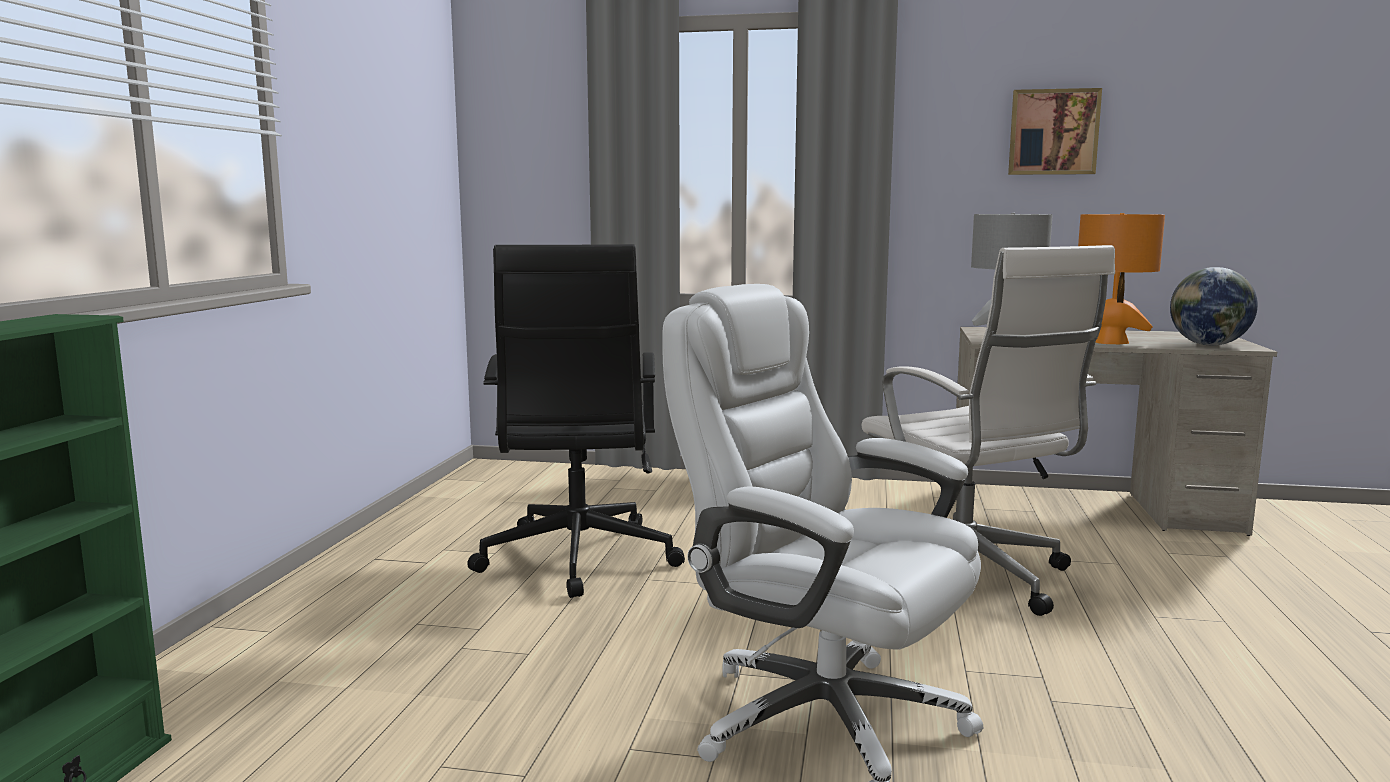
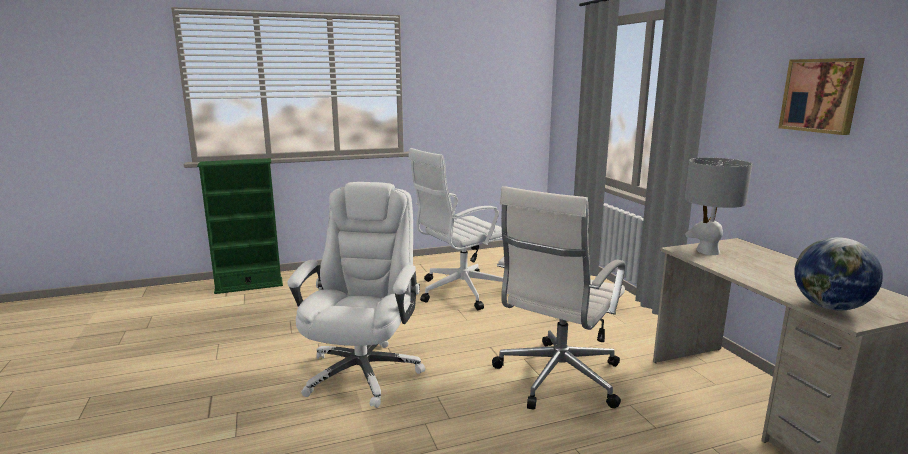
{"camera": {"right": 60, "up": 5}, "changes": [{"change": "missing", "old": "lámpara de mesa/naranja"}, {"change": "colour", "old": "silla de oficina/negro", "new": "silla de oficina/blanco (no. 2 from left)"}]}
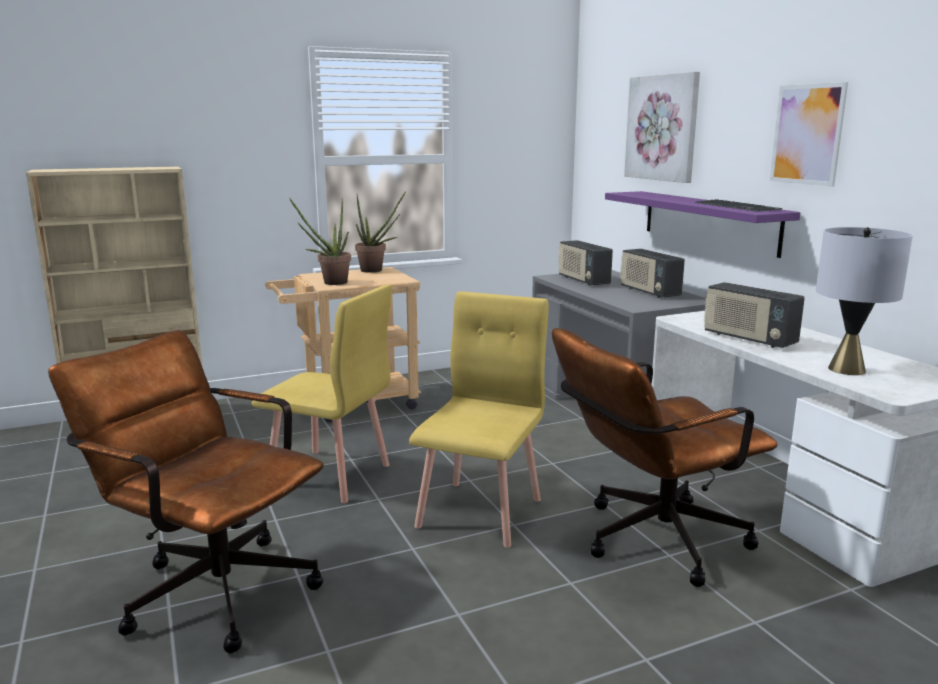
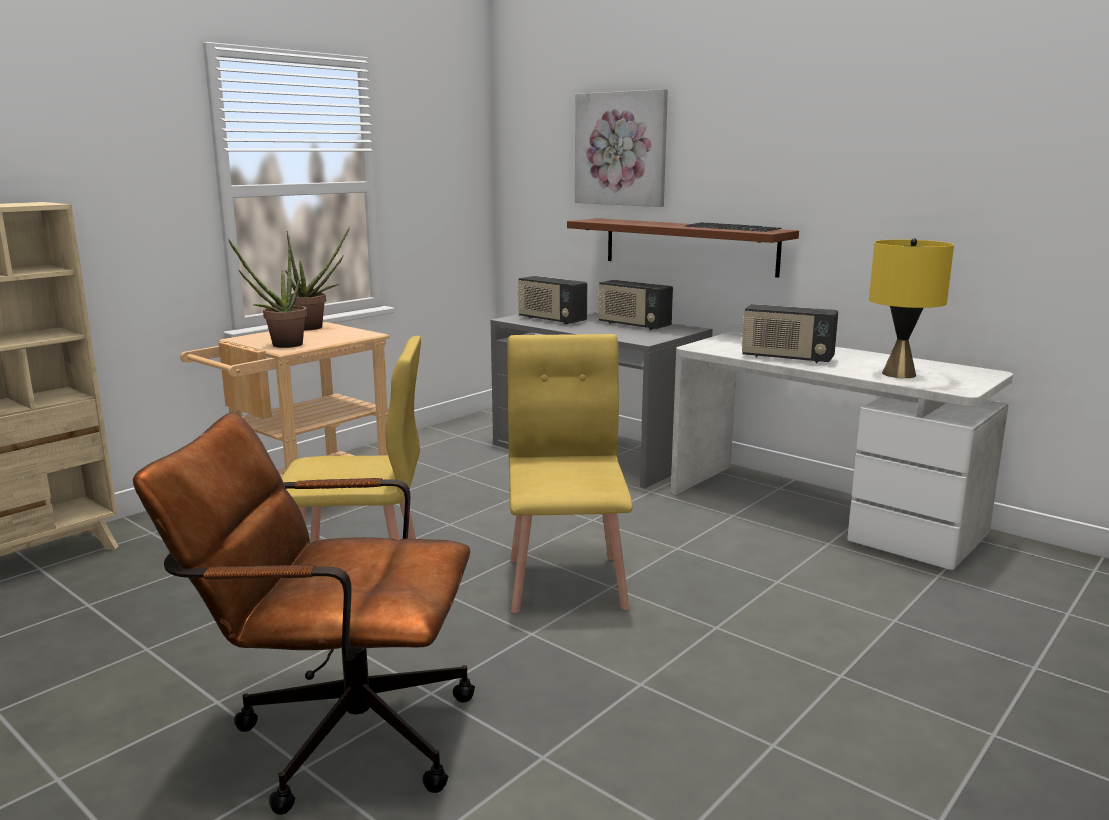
{"camera": {"right": -25, "up": 0}, "changes": [{"change": "missing", "old": "cuadro (no. 2 from left)"}, {"change": "colour", "old": "estante/morado", "new": "estante/marrón"}, {"change": "colour", "old": "lámpara de mesa/gris", "new": "lámpara de mesa/amarillo"}, {"change": "missing", "old": "silla de oficina/marrón (no. 2 from left)"}]}
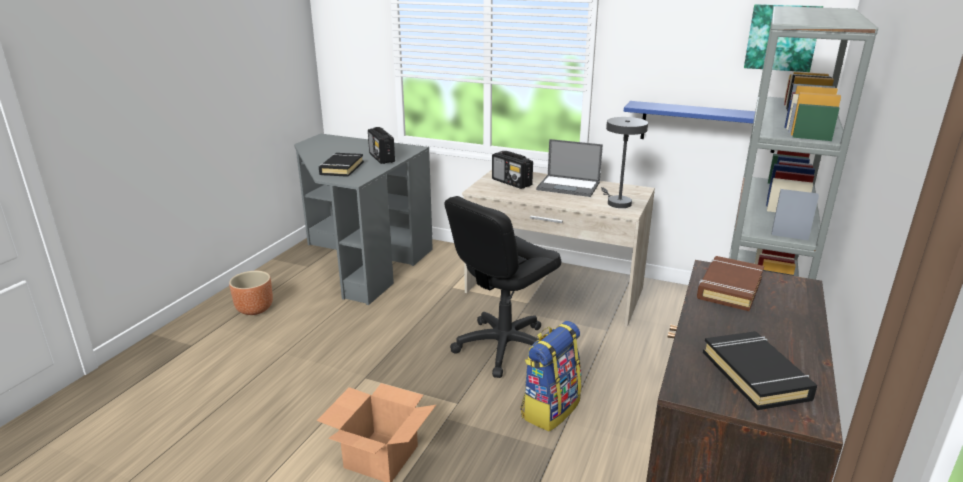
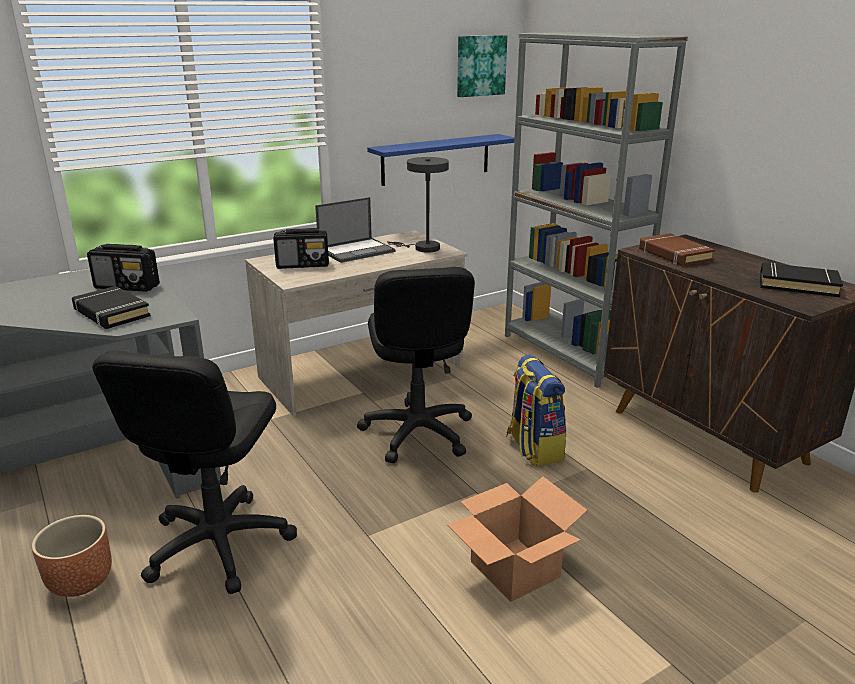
{"camera": {"right": -55, "up": 0}, "changes": [{"change": "appeared", "new": "silla de oficina/negro (no. 1 from left)"}]}
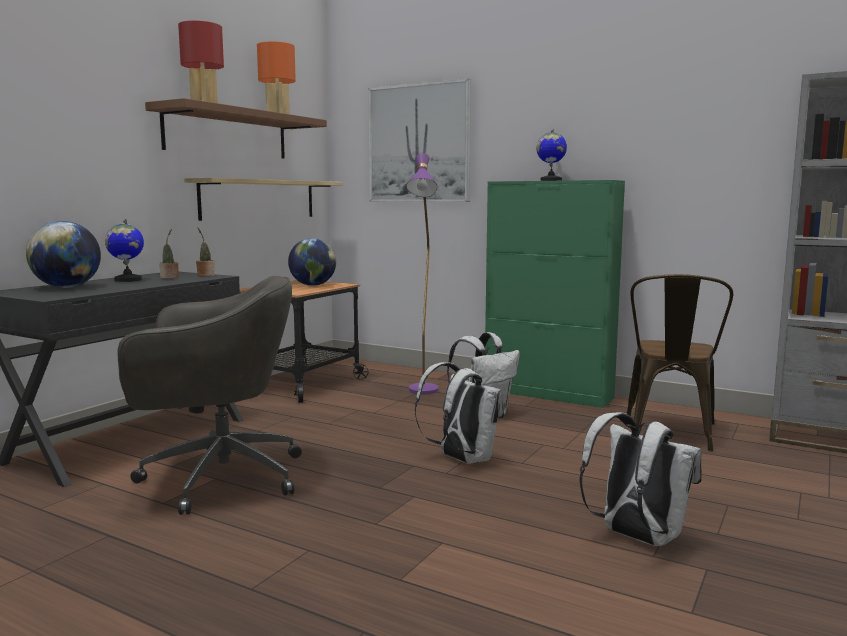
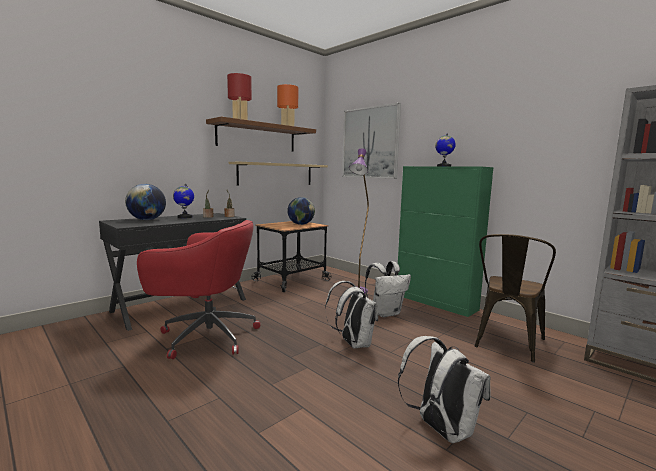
{"camera": {"right": 15, "up": 0}, "changes": [{"change": "colour", "old": "silla de oficina/gris", "new": "silla de oficina/rojo"}]}
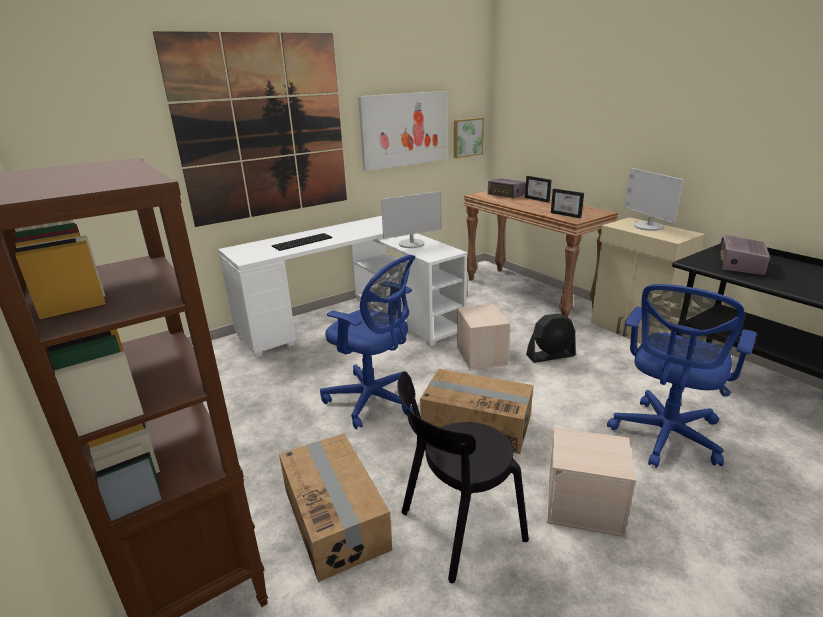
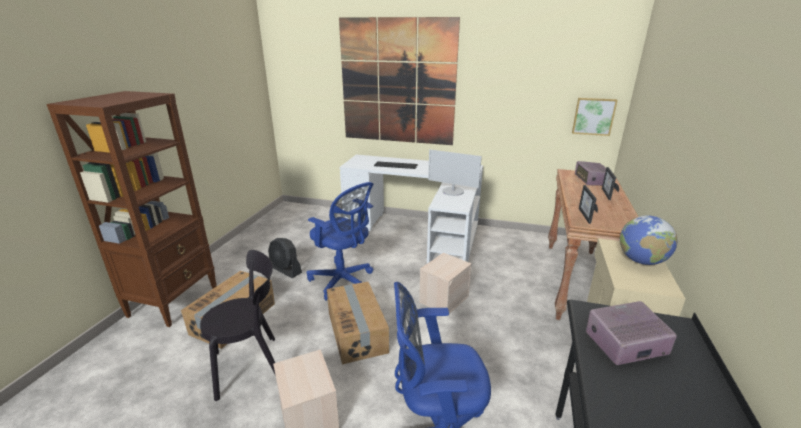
{"camera": {"right": 50, "up": 0}, "changes": [{"change": "missing", "old": "cuadro (no. 2 from left)"}, {"change": "exchanged", "old": "monitor (no. 2 from left)", "new": "globo terráqueo"}, {"change": "spun", "old": "silla de oficina/azul (no. 1 from left)", "degrees": -45}, {"change": "relocated", "old": "ventilador/negro"}, {"change": "spun", "old": "silla/negro", "degrees": 135}]}
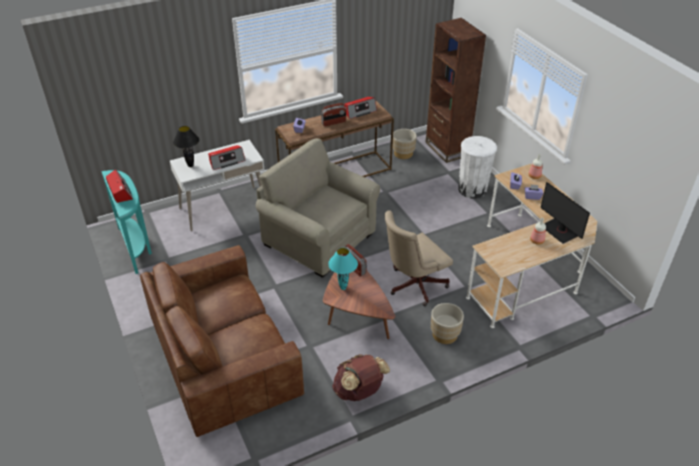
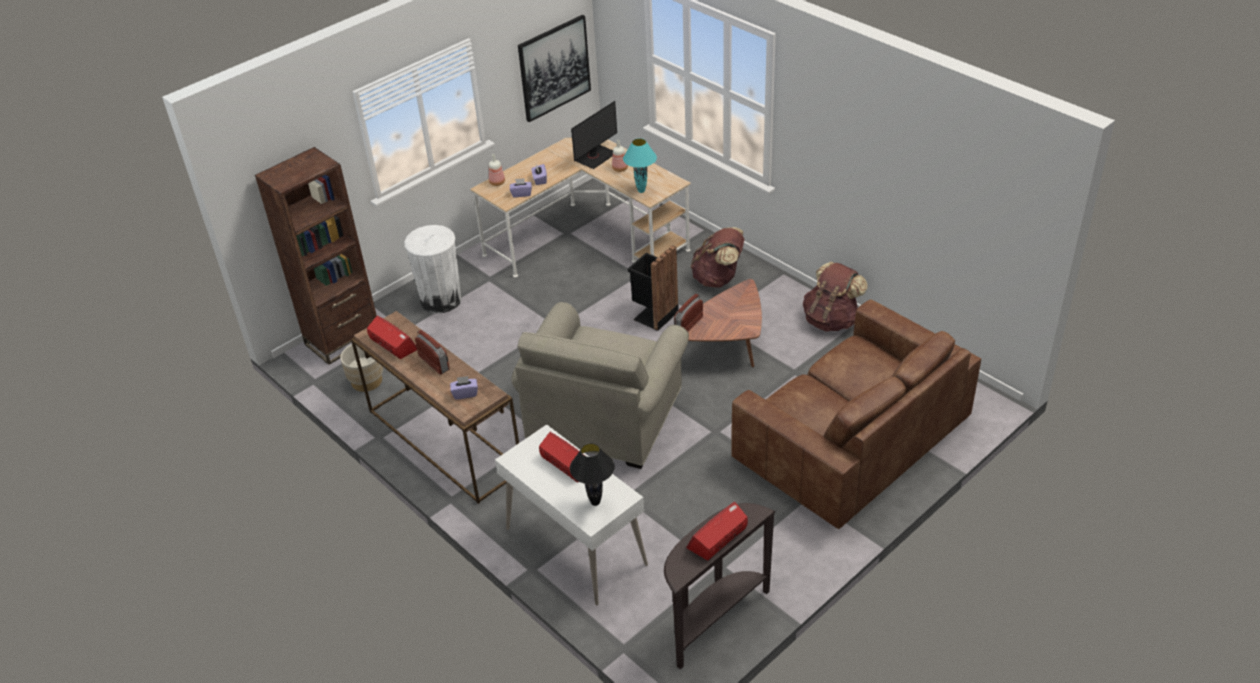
{"camera": {"right": -105, "up": 0}, "changes": [{"change": "colour", "old": "mesa consola/turquesa", "new": "mesa consola/marrón (no. 2 from left)"}, {"change": "exchanged", "old": "silla de oficina/beis", "new": "papelera/negro"}, {"change": "relocated", "old": "lámpara de mesa/turquesa"}, {"change": "exchanged", "old": "maceta/beis (no. 2 from left)", "new": "mochila/marrón (no. 1 from left)"}, {"change": "appeared", "new": "cuadro"}]}
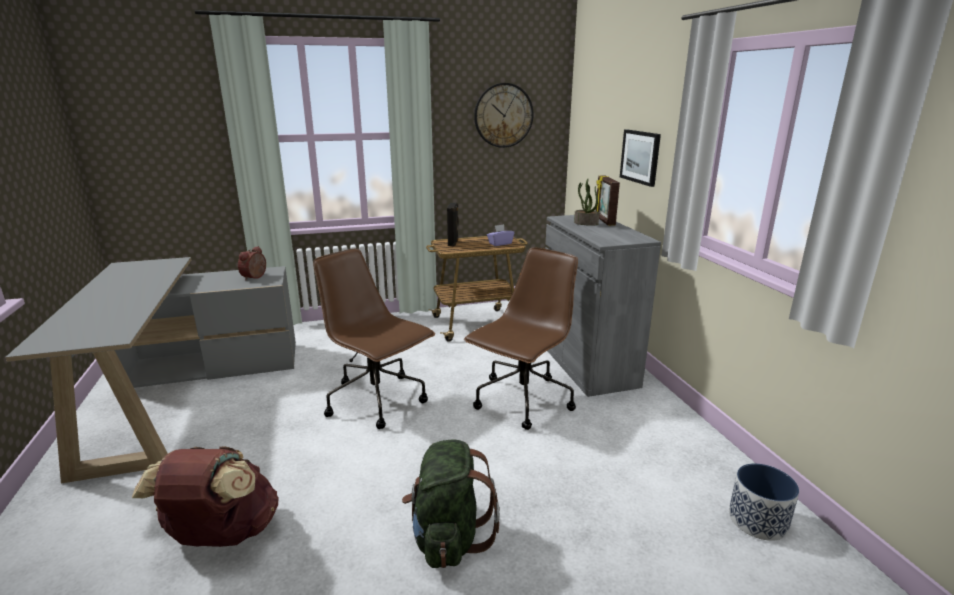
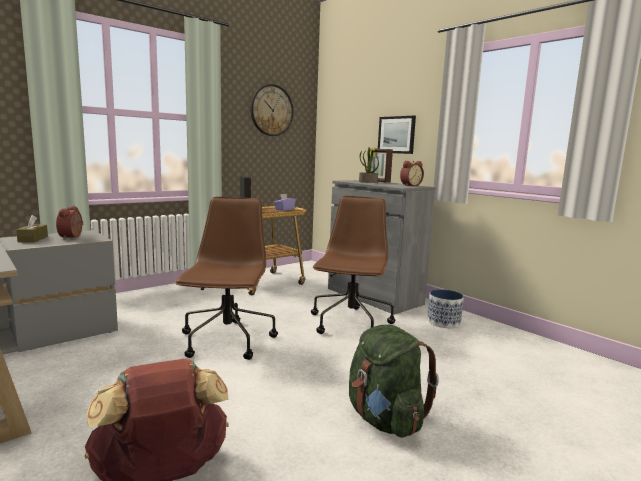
{"camera": {"right": -25, "up": -10}, "changes": [{"change": "spun", "old": "silla de oficina/marrón (no. 1 from left)", "degrees": 75}, {"change": "relocated", "old": "maceta"}, {"change": "appeared", "new": "despertador (no. 2 from left)"}, {"change": "appeared", "new": "caja de pañuelos/marrón"}]}
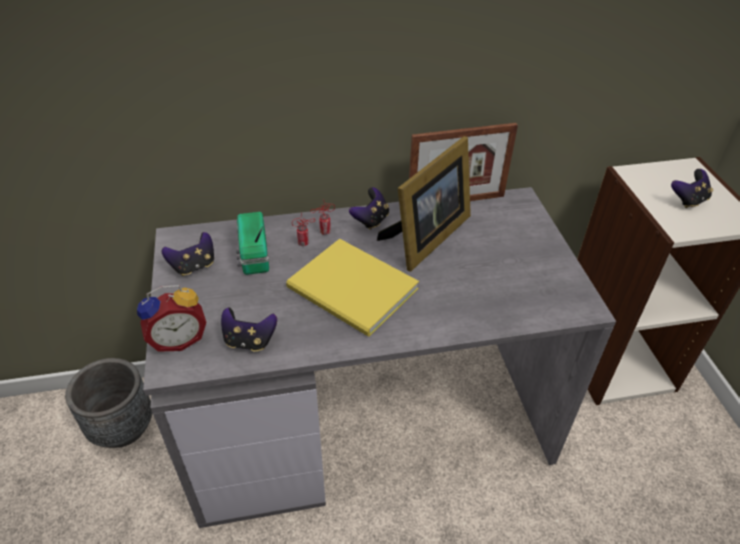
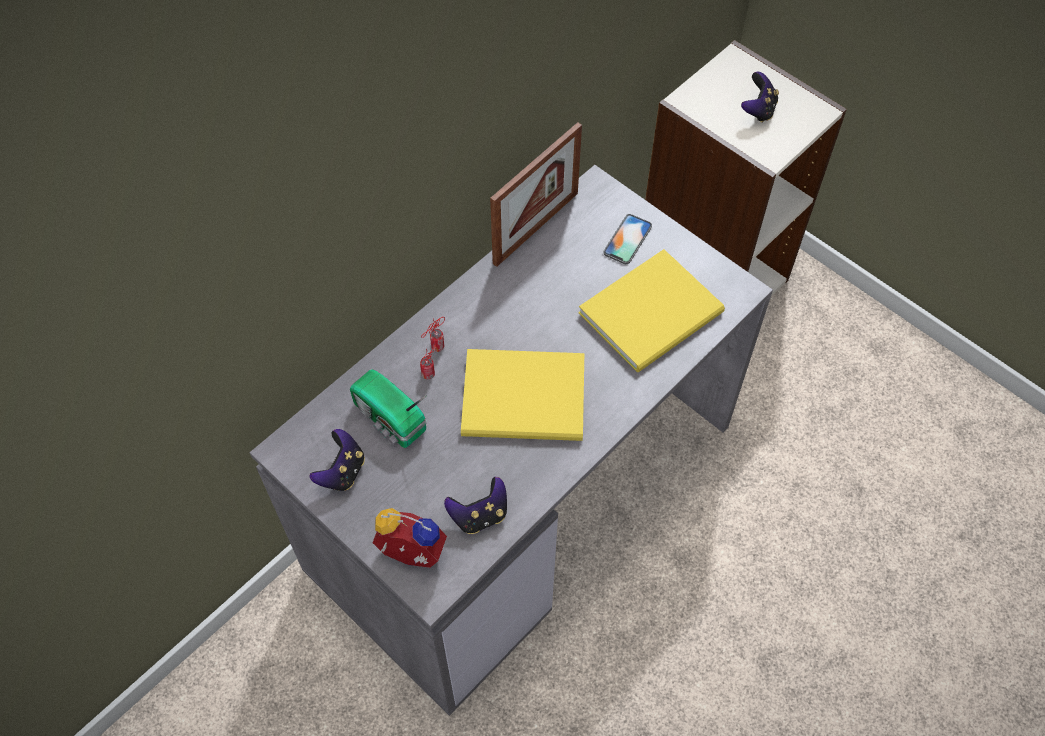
{"camera": {"right": -35, "up": 15}, "changes": [{"change": "missing", "old": "portarretratos (no. 1 from left)"}, {"change": "missing", "old": "mando de consola (no. 3 from left)"}, {"change": "spun", "old": "despertador", "degrees": -105}, {"change": "missing", "old": "maceta/gris"}, {"change": "appeared", "new": "móvil"}, {"change": "appeared", "new": "libro/amarillo (no. 2 from left)"}]}
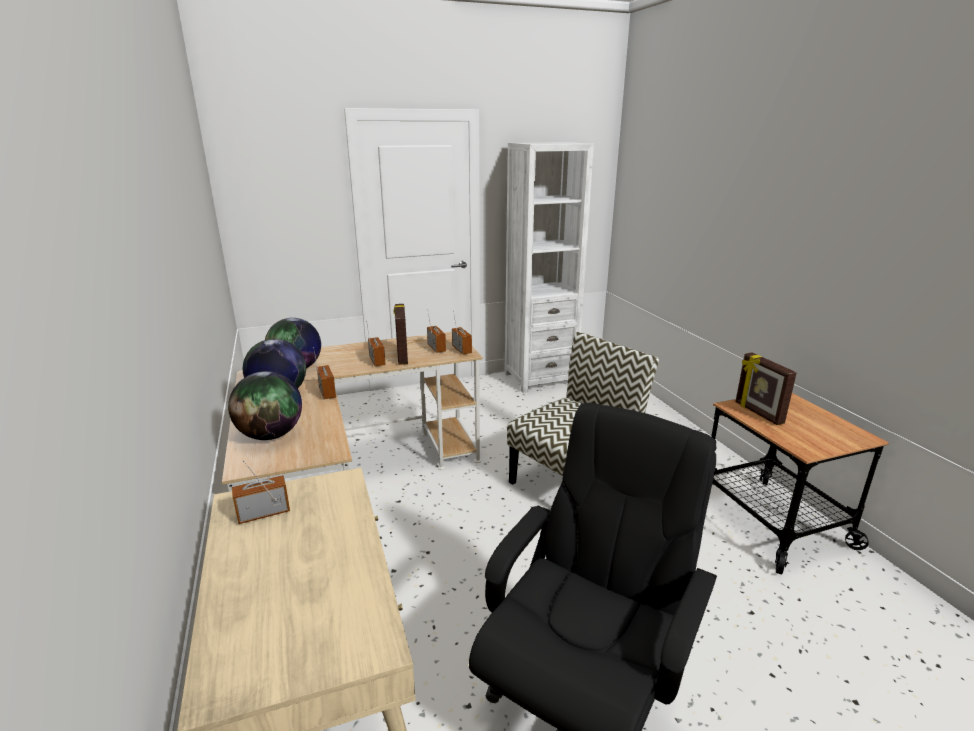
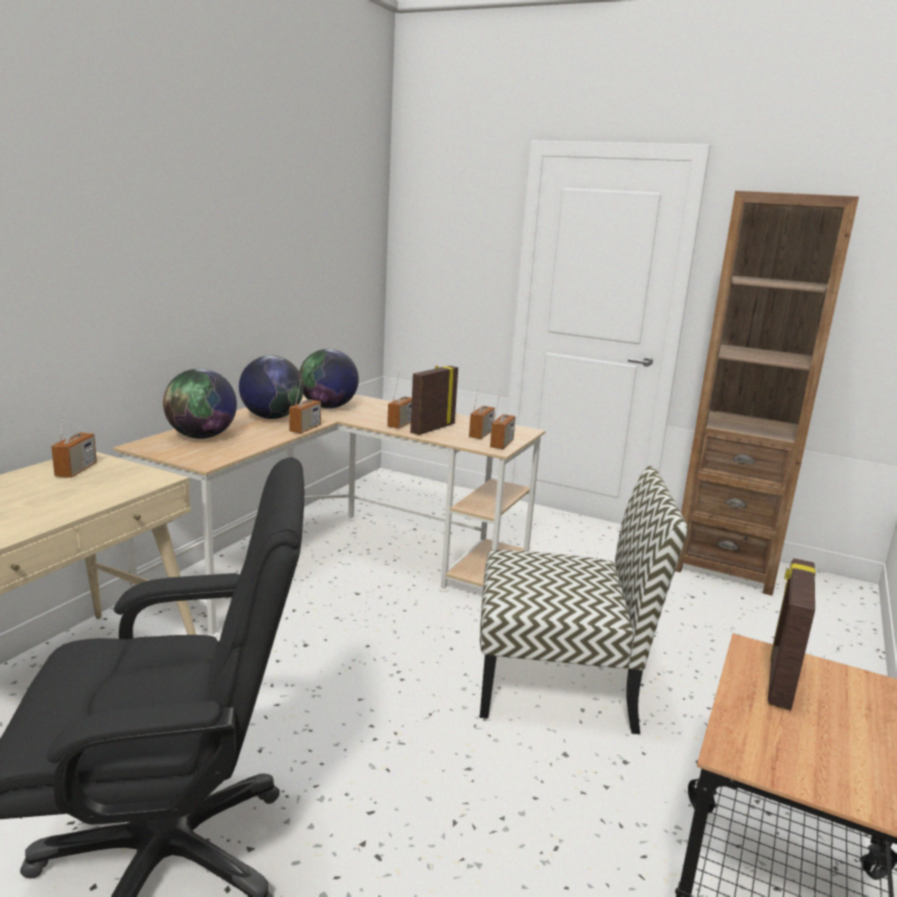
{"camera": {"right": 45, "up": -5}, "changes": [{"change": "colour", "old": "estantería/blanco", "new": "estantería/marrón"}, {"change": "spun", "old": "radio (no. 1 from left)", "degrees": 75}]}
